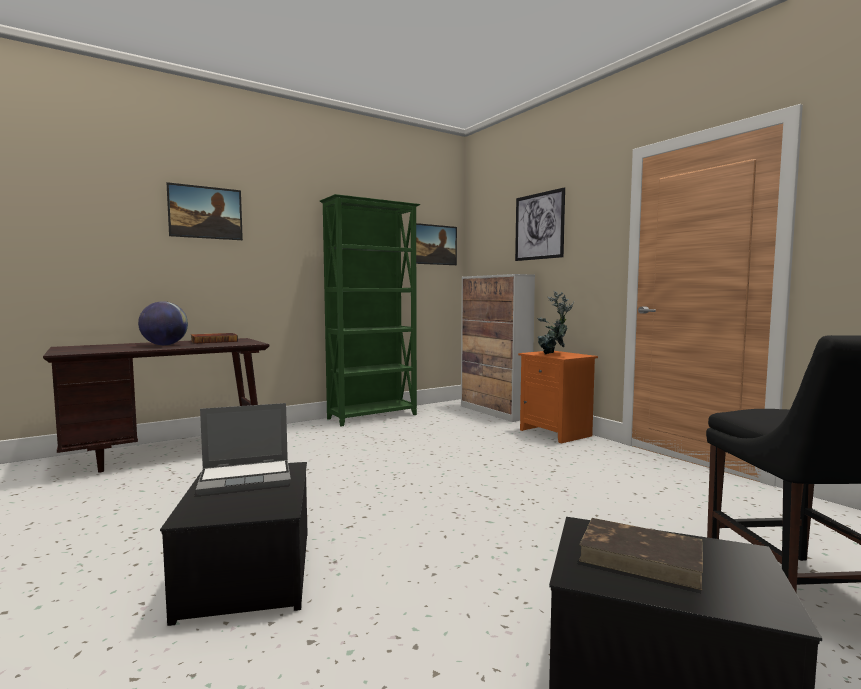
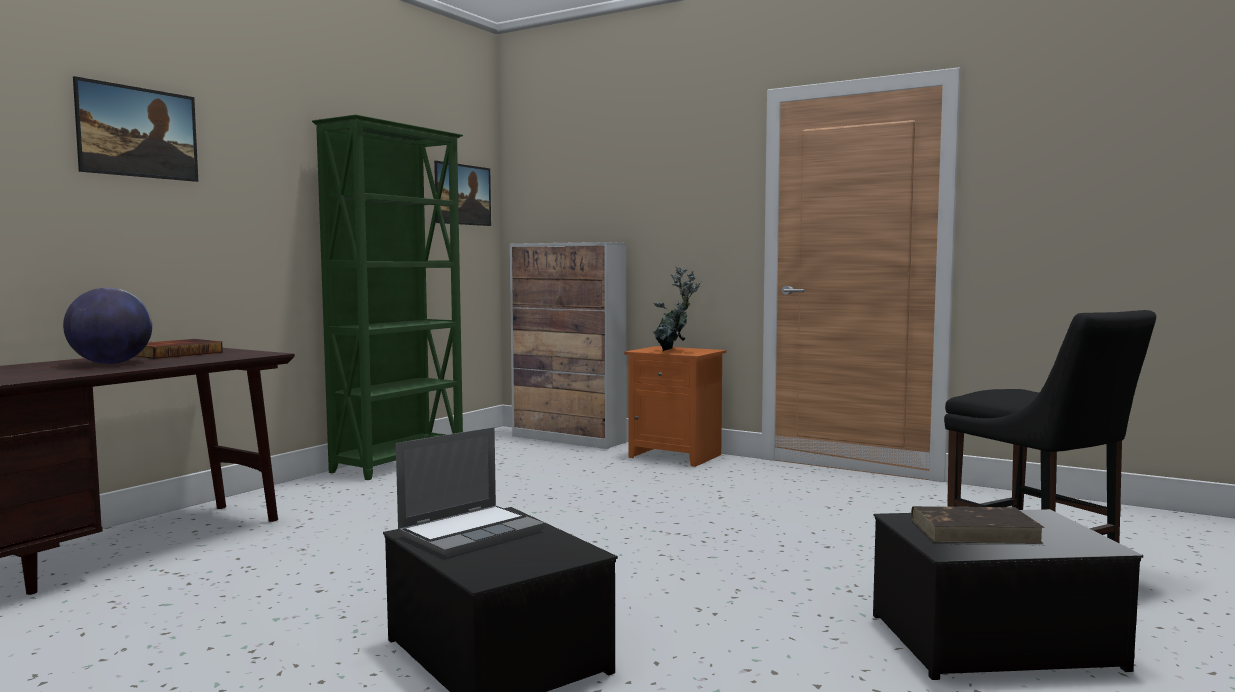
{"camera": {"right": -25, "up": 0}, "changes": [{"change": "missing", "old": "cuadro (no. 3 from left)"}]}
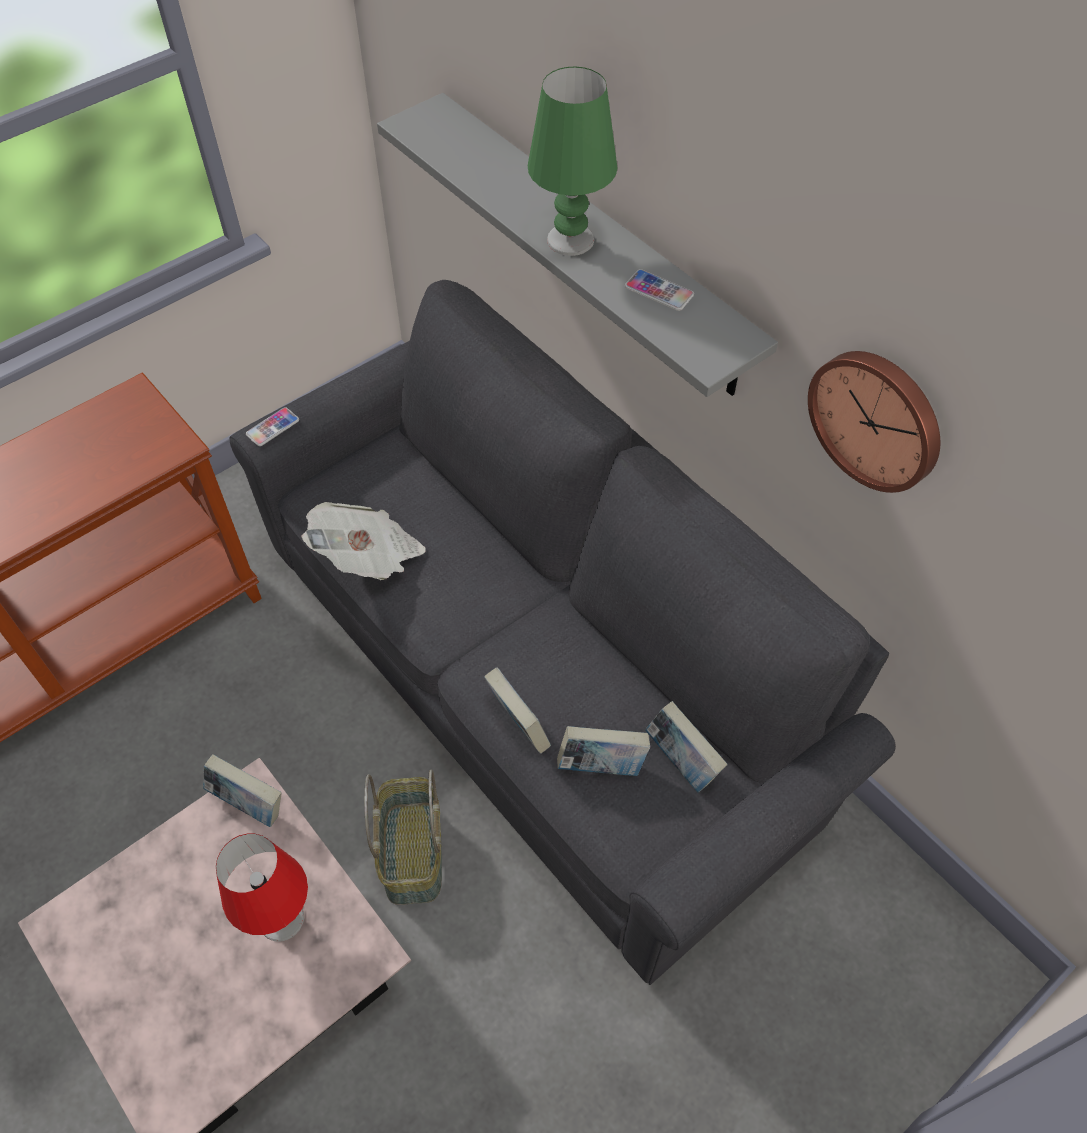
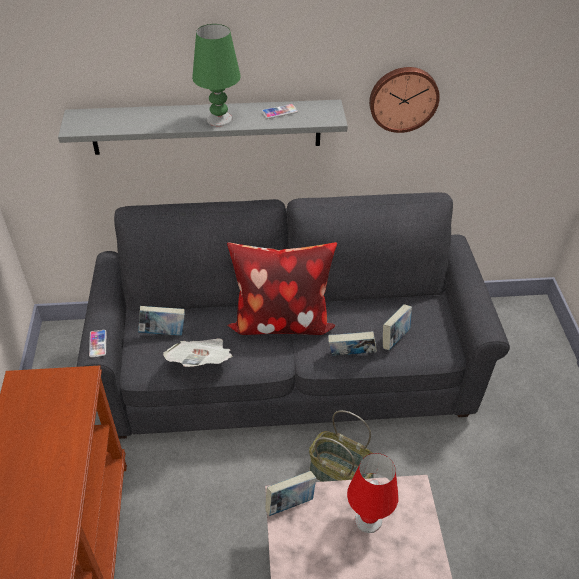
{"camera": {"right": -55, "up": -10}, "changes": [{"change": "relocated", "old": "libro (no. 4 from left in the first image)", "new": "libro (no. 1 from left)"}, {"change": "appeared", "new": "cojín"}]}
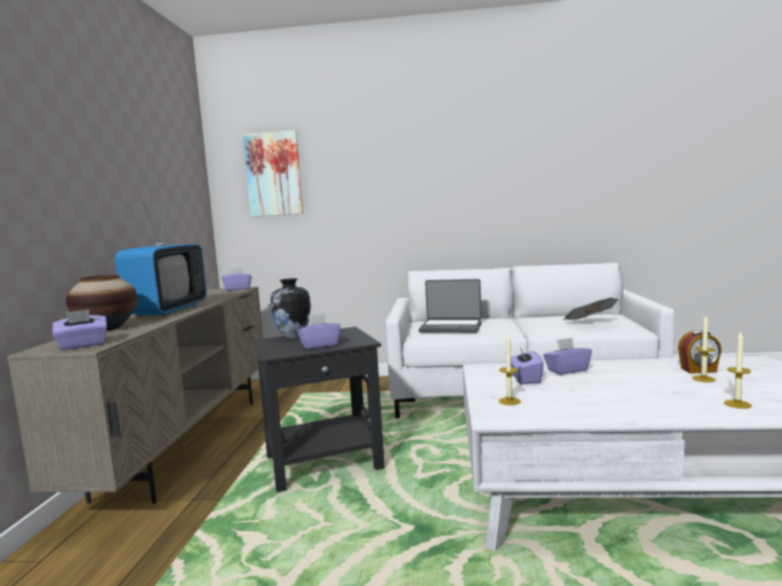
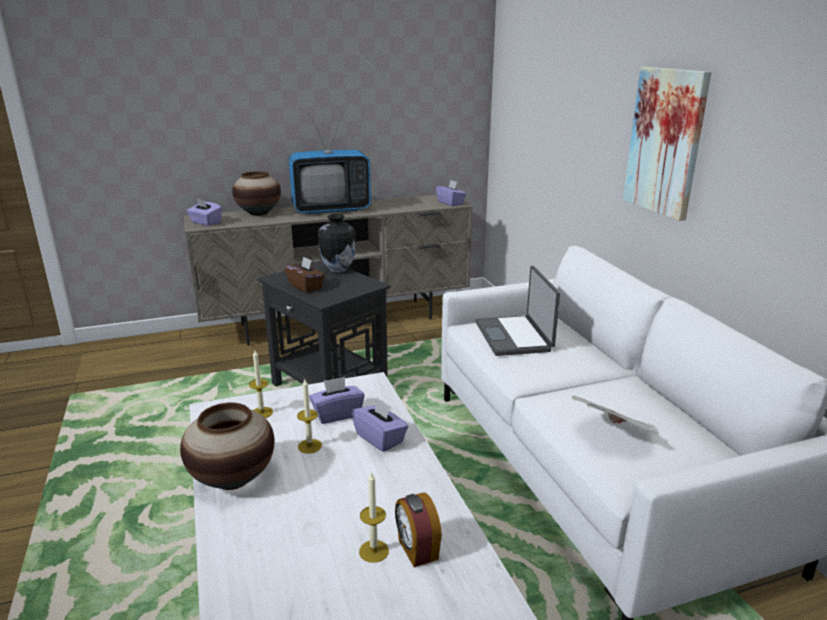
{"camera": {"right": 65, "up": 15}, "changes": [{"change": "relocated", "old": "cuadro"}, {"change": "colour", "old": "caja de pañuelos/morado (no. 3 from left)", "new": "caja de pañuelos/marrón"}, {"change": "relocated", "old": "vela (no. 3 from left in the first image)", "new": "vela (no. 2 from left)"}, {"change": "appeared", "new": "florero (no. 1 from left)"}]}
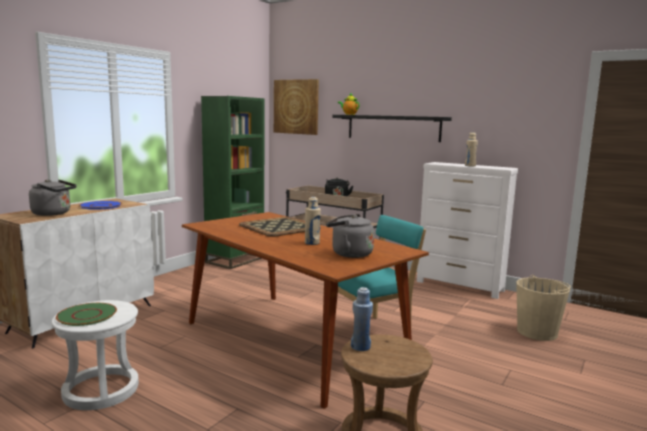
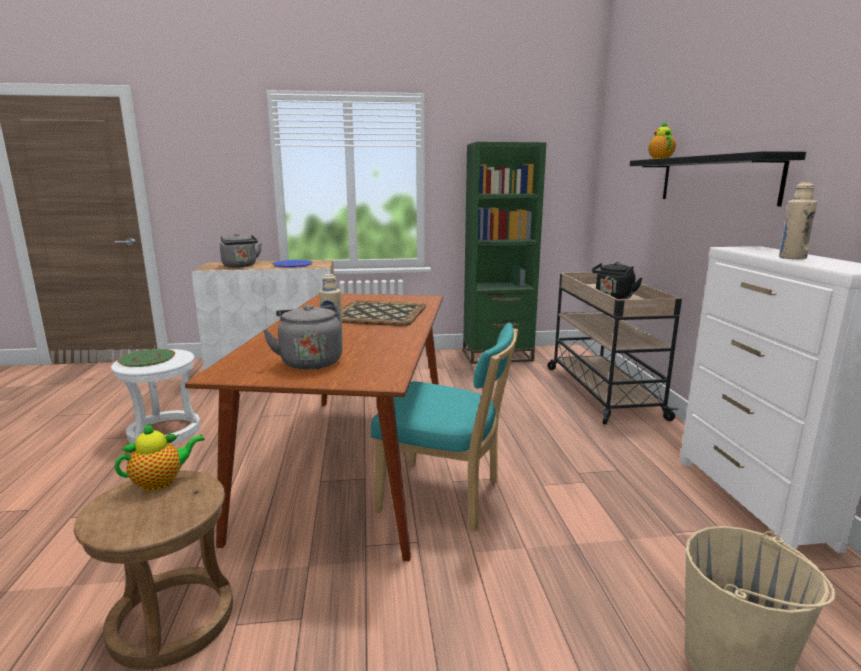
{"camera": {"right": 50, "up": 5}, "changes": [{"change": "missing", "old": "cuadro"}, {"change": "exchanged", "old": "botella/azul", "new": "tetera (no. 1 from left)"}]}
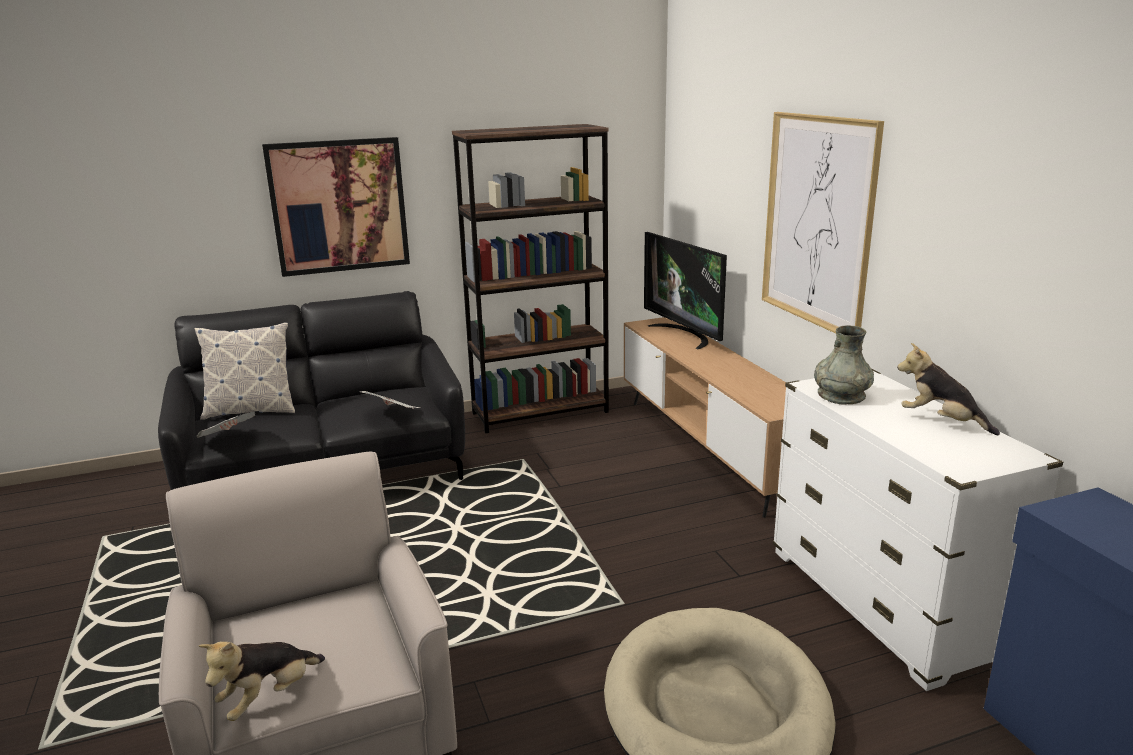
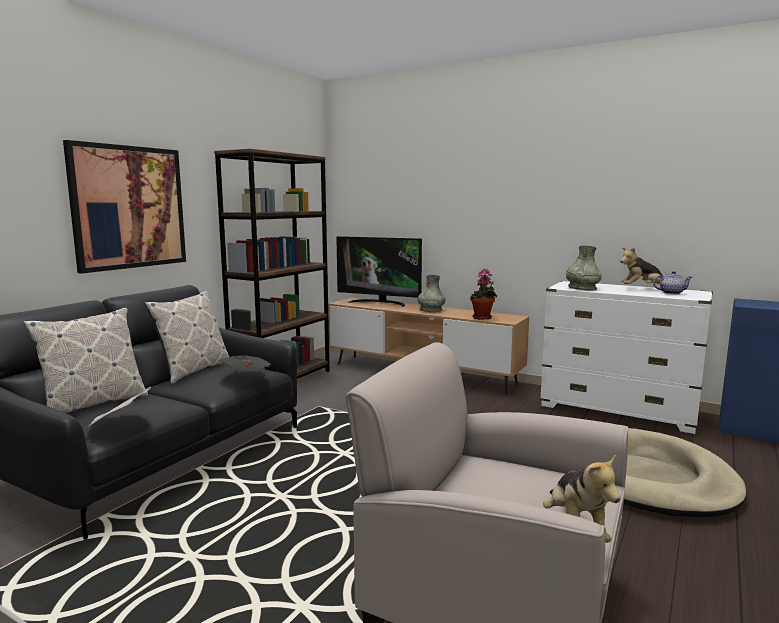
{"camera": {"right": -40, "up": -10}, "changes": [{"change": "missing", "old": "cuadro (no. 2 from left)"}, {"change": "appeared", "new": "planta en maceta"}, {"change": "appeared", "new": "tetera"}, {"change": "appeared", "new": "florero/gris (no. 1 from left)"}, {"change": "appeared", "new": "cojín (no. 2 from left)"}]}
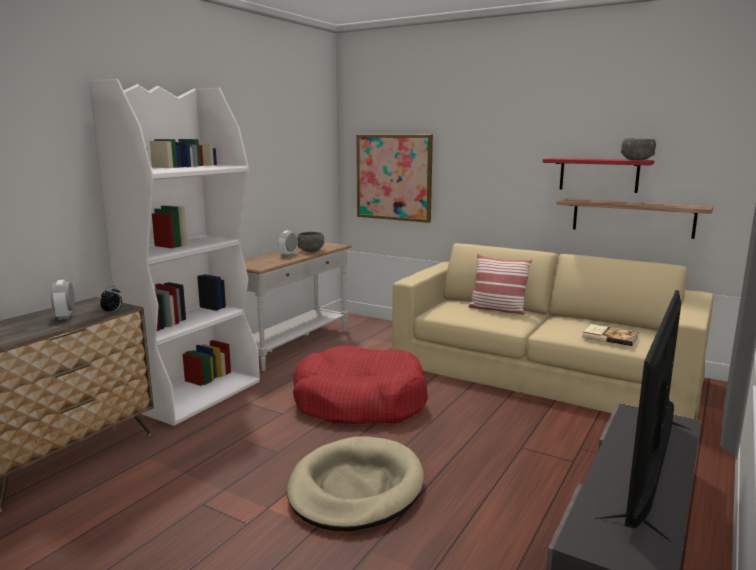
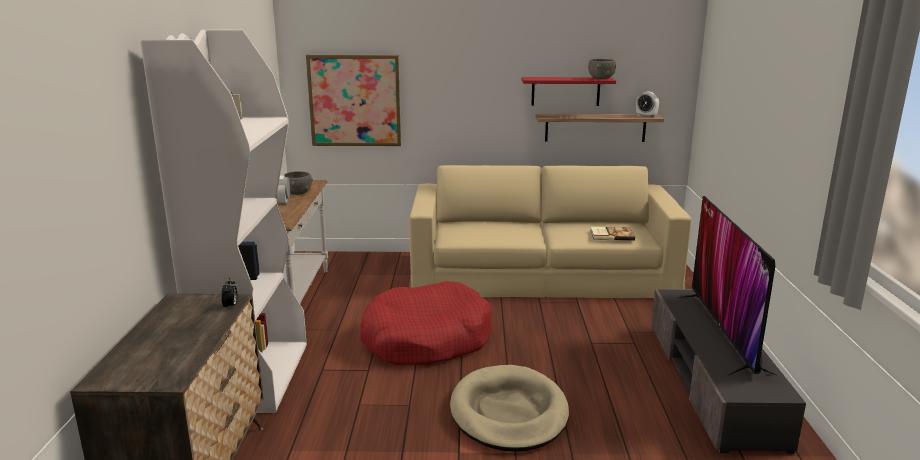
{"camera": {"right": -30, "up": 5}, "changes": [{"change": "missing", "old": "cojín"}, {"change": "relocated", "old": "despertador (no. 1 from left in the first image)", "new": "despertador (no. 3 from left)"}]}
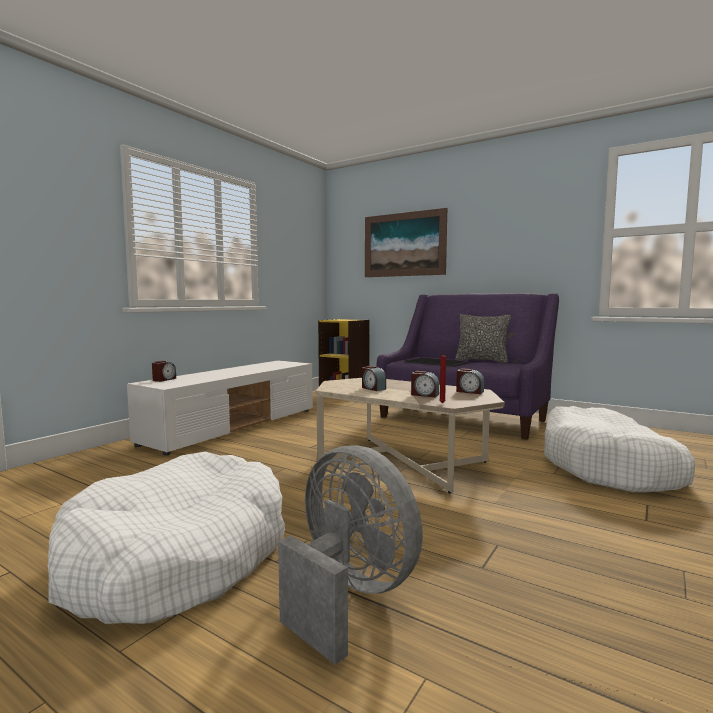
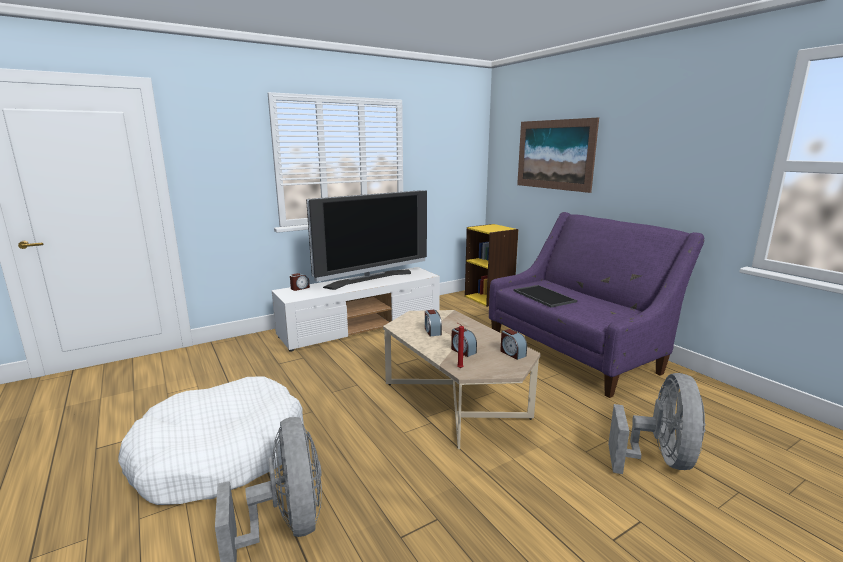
{"camera": {"right": 25, "up": 10}, "changes": [{"change": "missing", "old": "cojín"}, {"change": "exchanged", "old": "cama para perro/blanco (no. 2 from left)", "new": "ventilador/gris (no. 2 from left)"}, {"change": "appeared", "new": "televisor"}]}
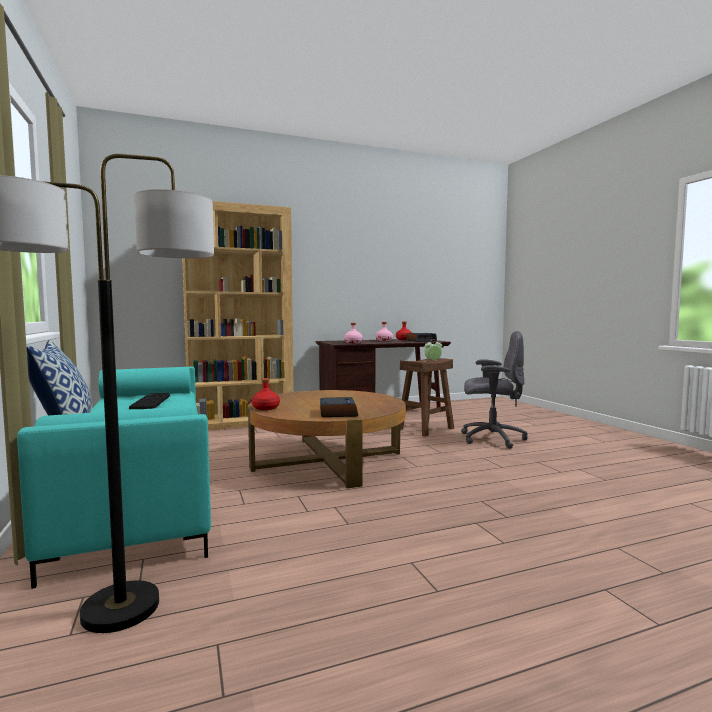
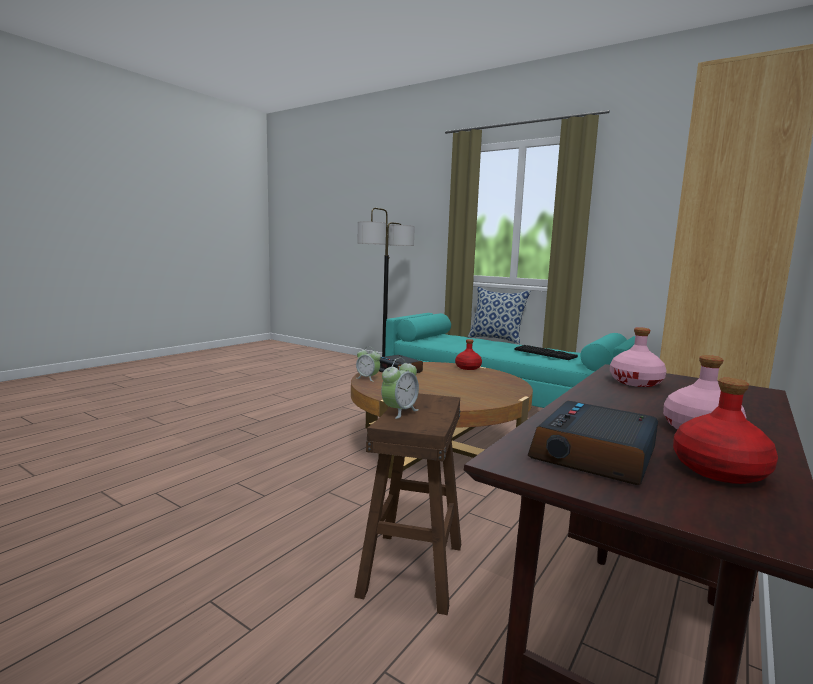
{"camera": {"right": 145, "up": 5}, "changes": [{"change": "missing", "old": "silla de oficina/gris"}, {"change": "appeared", "new": "despertador (no. 1 from left)"}]}
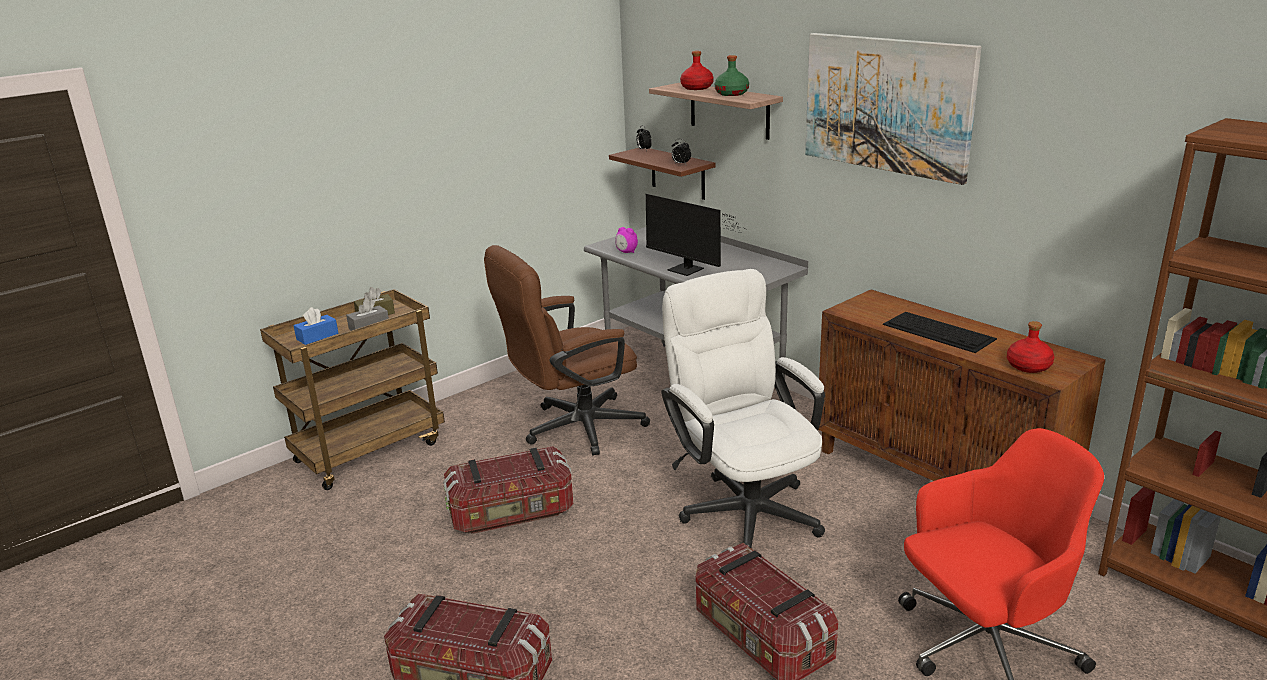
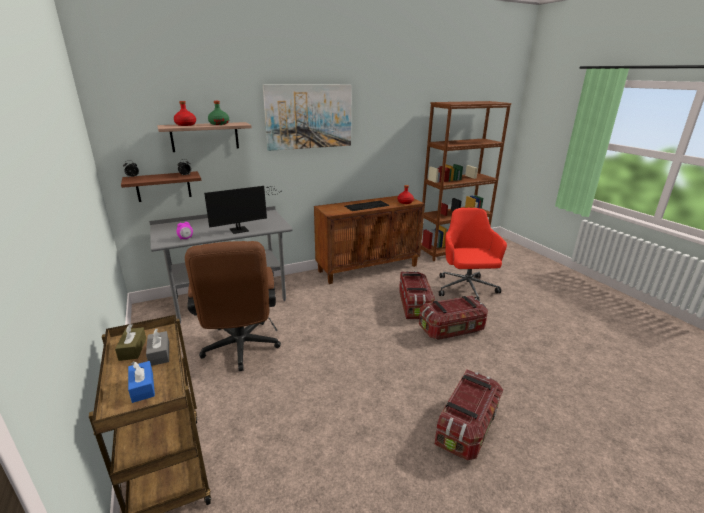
{"camera": {"right": -75, "up": 0}, "changes": [{"change": "missing", "old": "silla de oficina/blanco"}, {"change": "relocated", "old": "caja de almacenaje (no. 2 from left in the first image)", "new": "caja de almacenaje (no. 1 from left)"}]}
